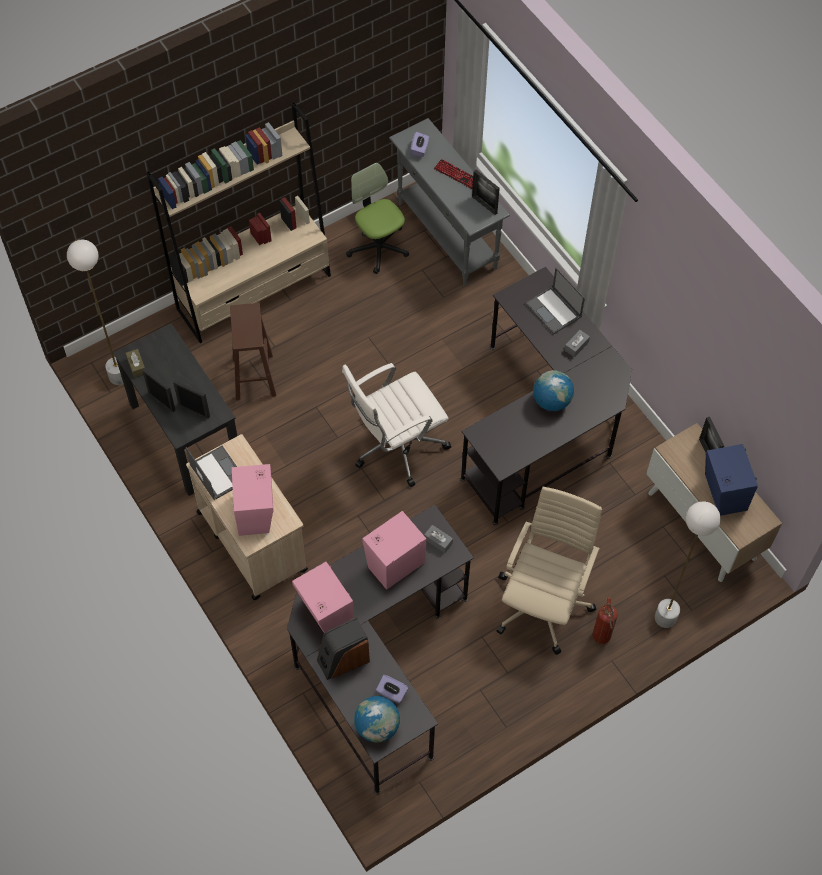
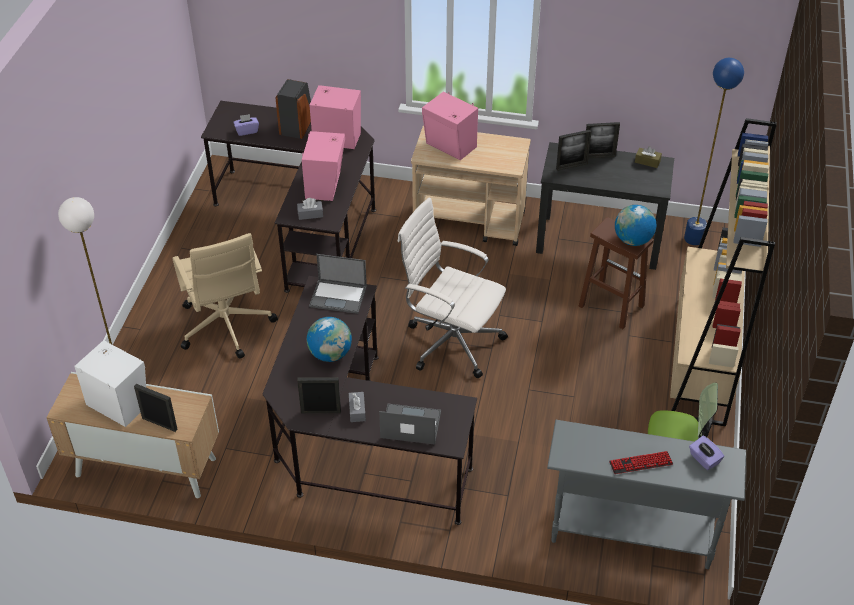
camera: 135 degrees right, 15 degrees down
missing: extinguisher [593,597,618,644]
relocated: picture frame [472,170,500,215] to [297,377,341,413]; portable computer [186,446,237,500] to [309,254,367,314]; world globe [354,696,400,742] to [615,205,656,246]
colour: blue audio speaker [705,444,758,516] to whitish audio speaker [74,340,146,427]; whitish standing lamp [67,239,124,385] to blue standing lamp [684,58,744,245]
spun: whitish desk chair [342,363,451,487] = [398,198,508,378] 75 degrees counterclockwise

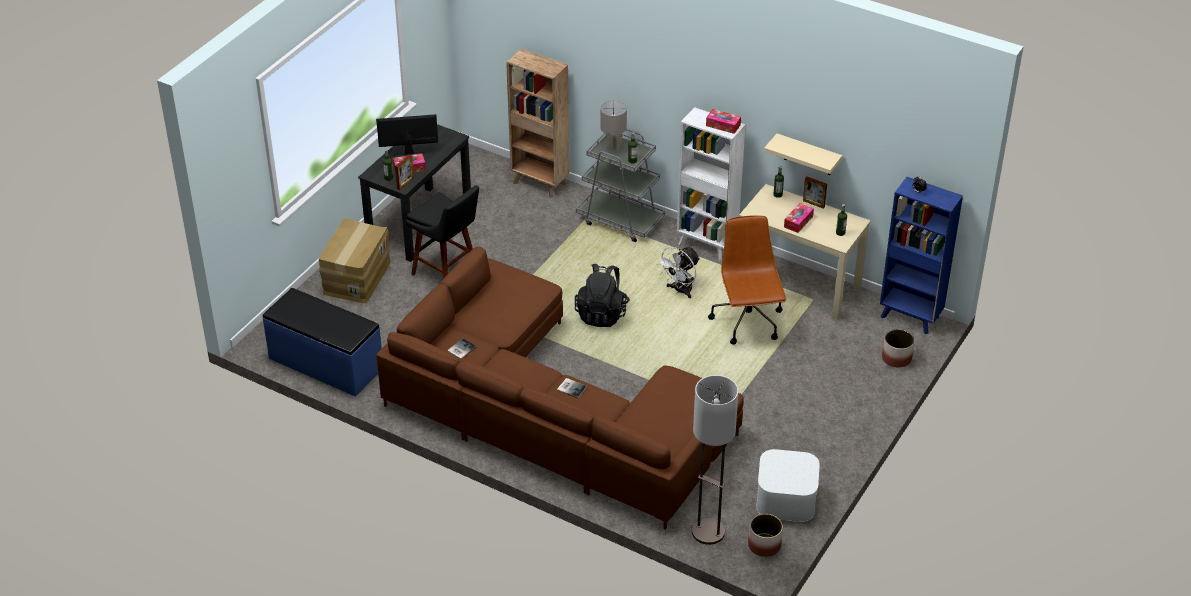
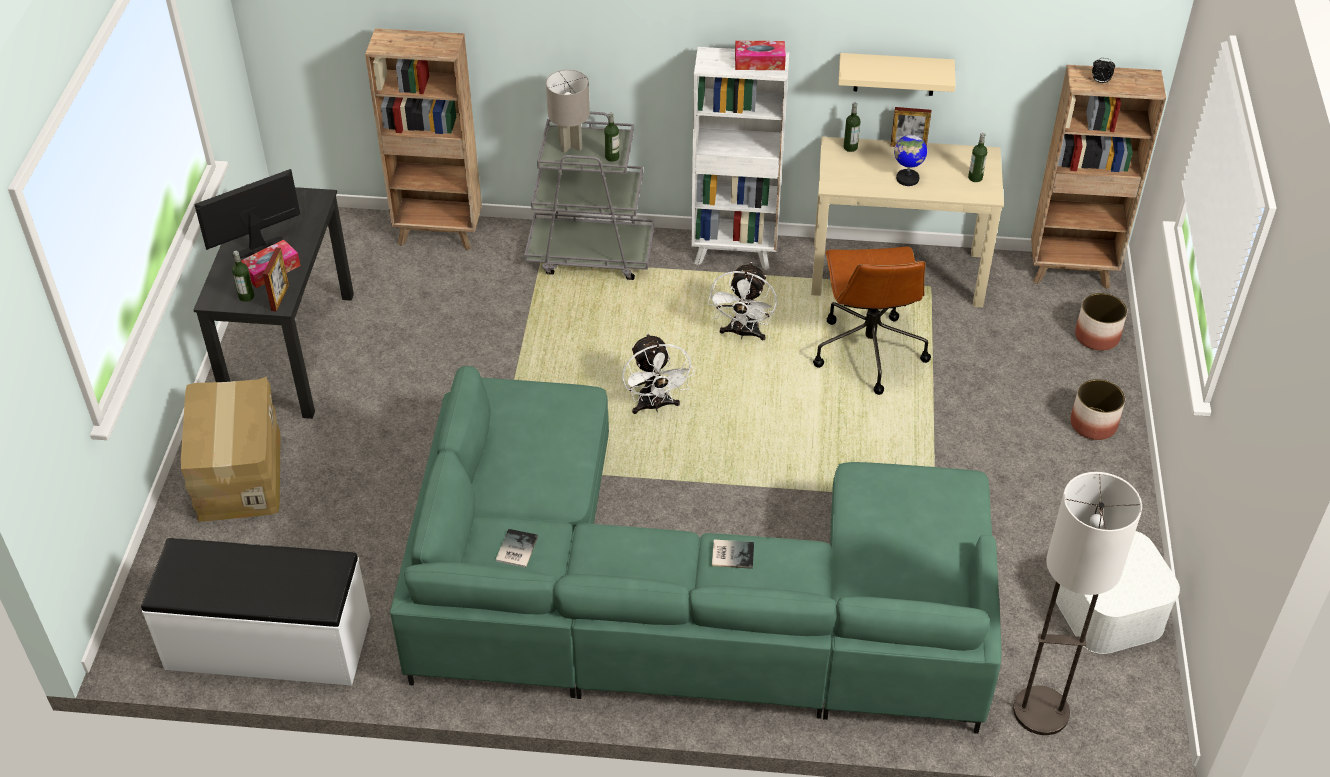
camera: 25 degrees left, 5 degrees up
missing: blackish sitting stool [406,185,479,279]
relocated: plant pot [748,514,783,557] to [1070,379,1125,440]
exchanged: blackish knapsack [575,264,630,327] to whitish cooling fan [622,333,694,414]; box of tissues [784,203,814,233] to world globe [894,130,927,186]
colour: blue bench [263,288,382,397] to whitish bench [141,538,371,686]; brown-coloured settee [376,247,744,530] to green settee [390,366,1001,734]; blue bookcase [880,177,963,334] to brown-coloured bookcase [1031,65,1166,289]
spun: brown-coloured desk chair [708,215,787,345] = [813,247,931,395] 150 degrees counterclockwise

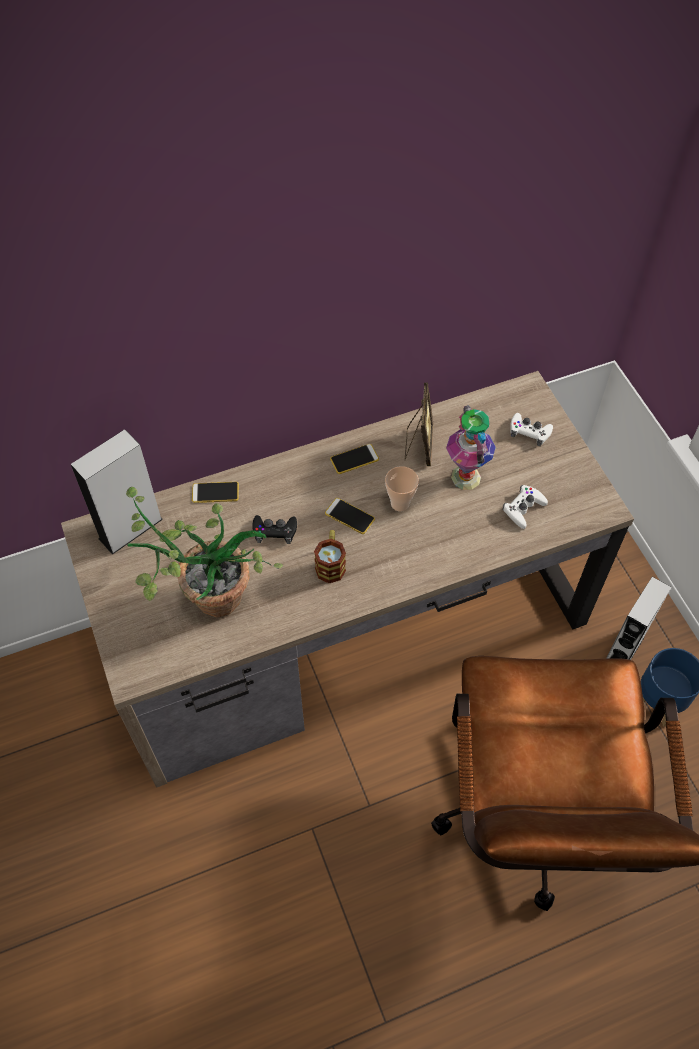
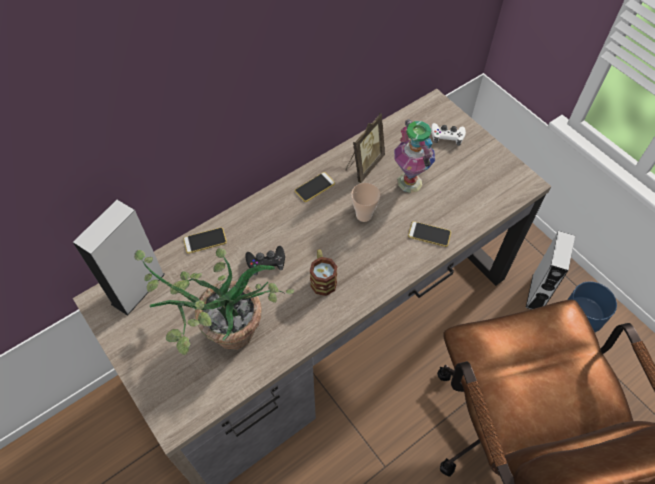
camera: 15 degrees left, 0 degrees up
missing: whitish gamepad [502,485,548,529]
relocated: handset [325,498,375,534] to [408,221,451,247]
spun: picture frame [405,382,433,466] = [345,113,385,183] 45 degrees clockwise

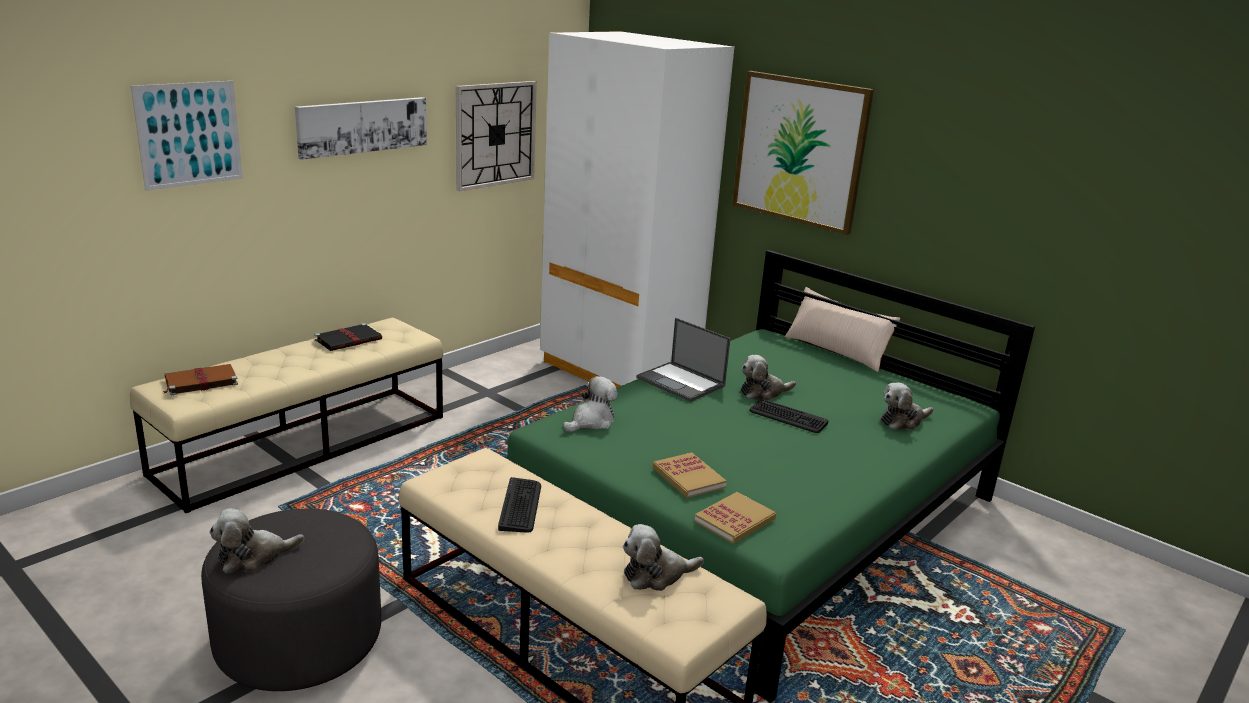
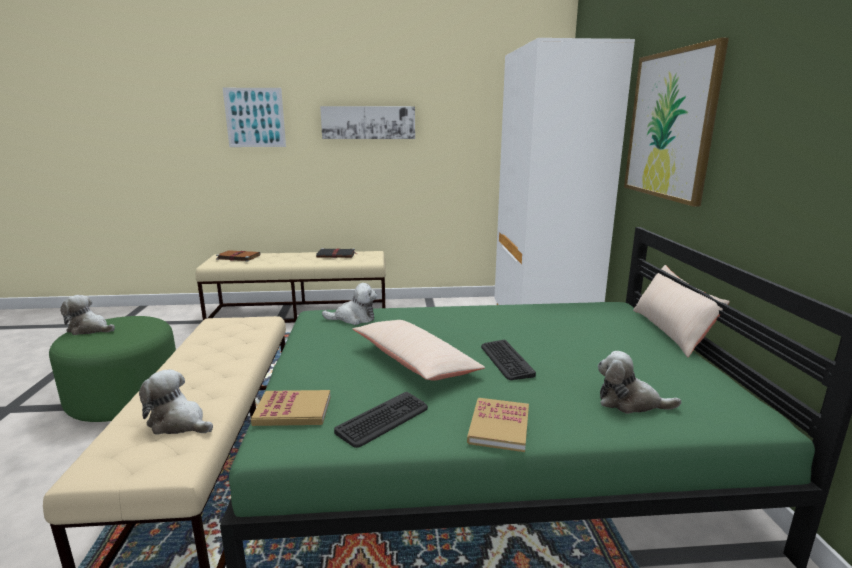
camera: 45 degrees right, 5 degrees down
missing: clock on the wall [456,81,537,191]; portable computer [636,318,731,402]; plush toy [741,355,796,400]
appeared: sand-coloured pillow [353,320,485,381]
relocated: keyboard [498,477,541,533] to [334,392,428,448]; book [653,453,727,498] to [467,398,529,452]
colour: greyish ottoman [201,509,381,691] to green ottoman [49,316,176,422]

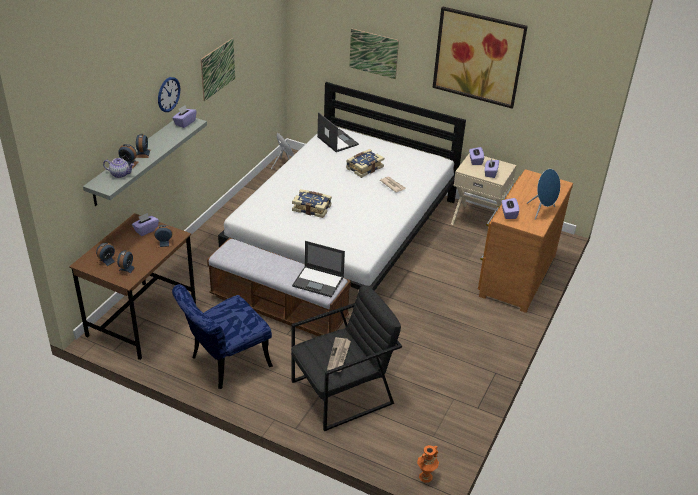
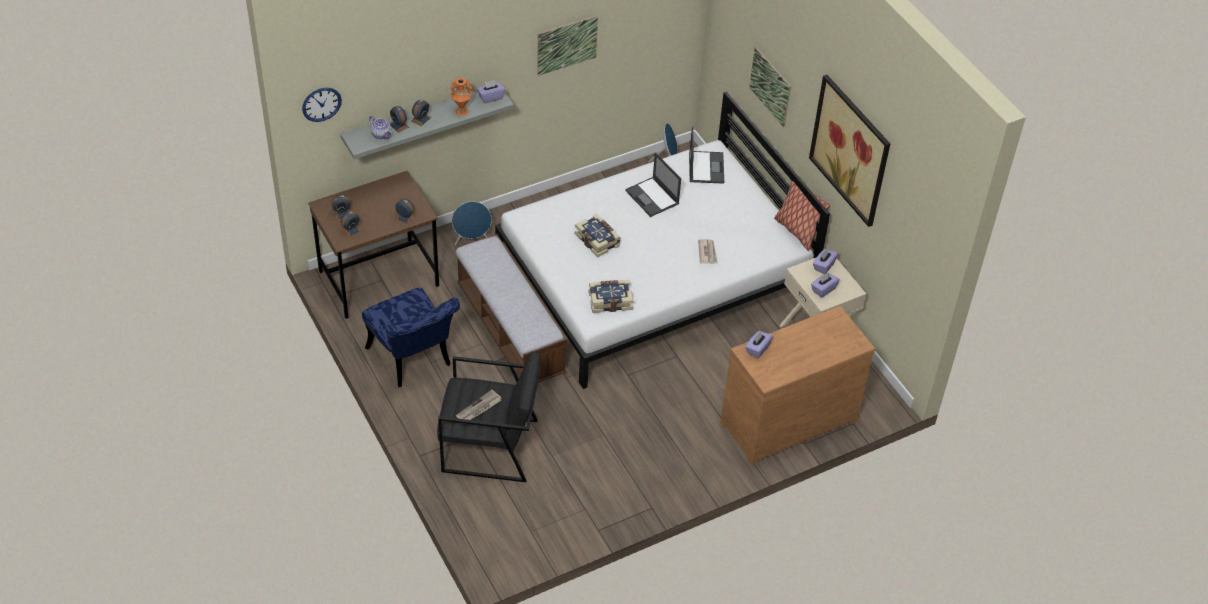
camera: 35 degrees right, 10 degrees up
missing: purplish box of tissues [132,213,159,236]
appeared: pillow [774,181,830,251]
relocated: clock on the wall [158,77,180,112] to [302,88,342,122]; orange vase [417,445,439,483] to [450,77,472,116]; blue audio speaker [527,169,560,220] to [452,202,492,245]; book [346,149,384,178] to [589,280,633,313]; portable computer [292,241,345,298] to [625,152,681,217]
spun: blue upright chair [172,285,273,389] = [362,288,460,387] 120 degrees counterclockwise

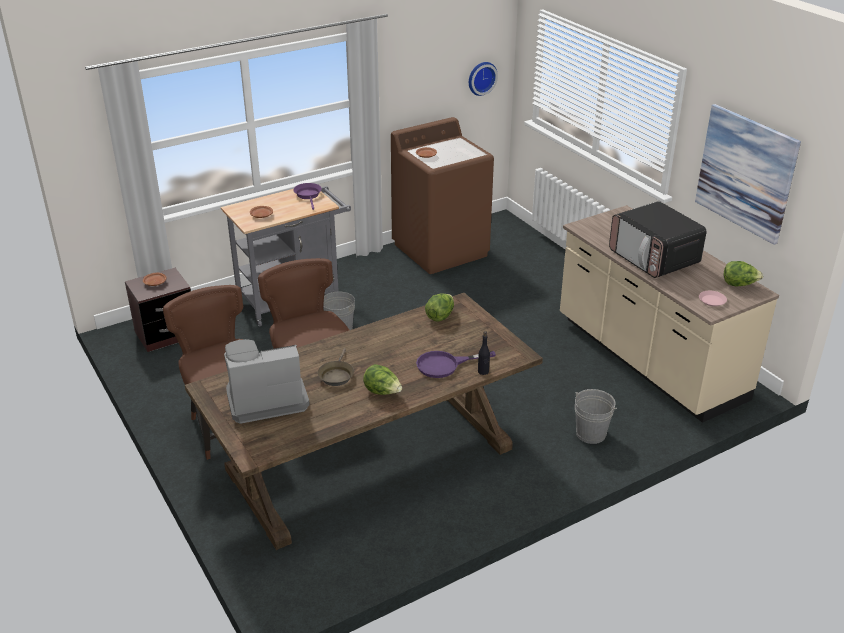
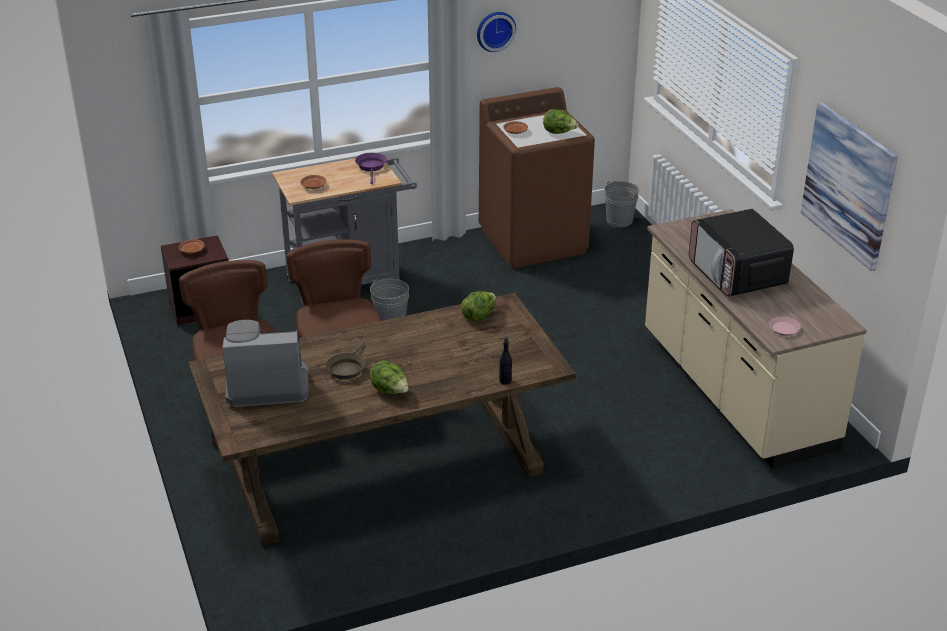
camera: 10 degrees right, 0 degrees up
missing: purplish skillet [416,351,496,378]
relocated: clock on the wall [469,62,498,96] to [477,12,516,52]; lettuce [724,261,763,286] to [543,109,579,134]; greyish bucket [575,389,617,444] to [604,181,639,227]

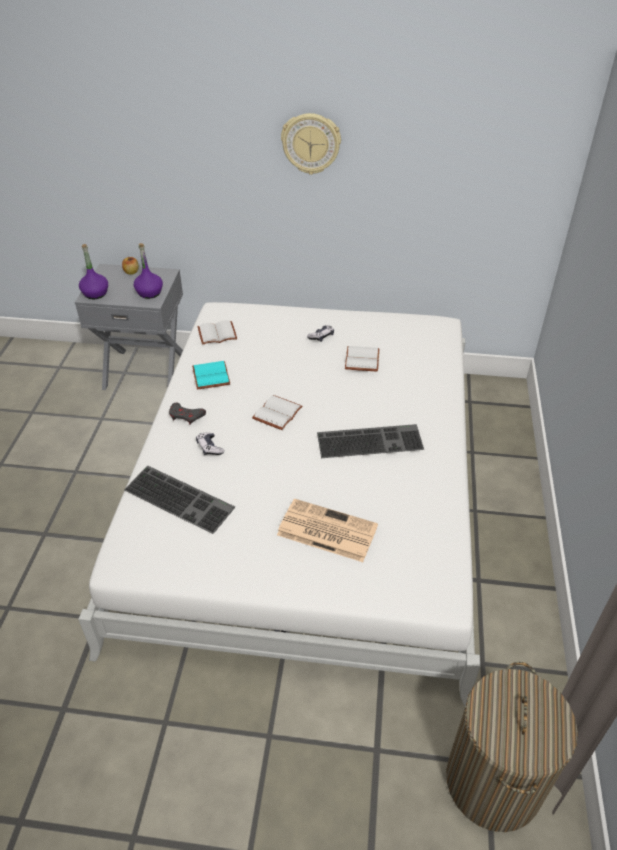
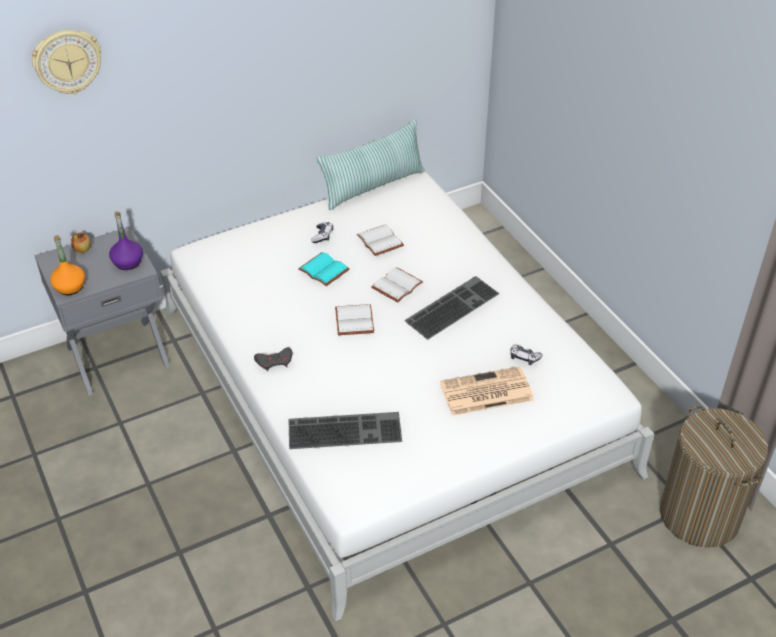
camera: 35 degrees left, 0 degrees up
appeared: pillow [317,120,425,210]
relocated: clock on the wall [281,113,341,175] to [32,30,101,94]; turquoise book [192,361,230,390] to [298,252,349,286]; whitish book [198,320,237,345] to [372,267,423,302]; gamepad [196,433,224,455] to [510,344,542,365]
colour: purplish drink bottle [79,244,108,299] to orange drink bottle [50,235,85,295]

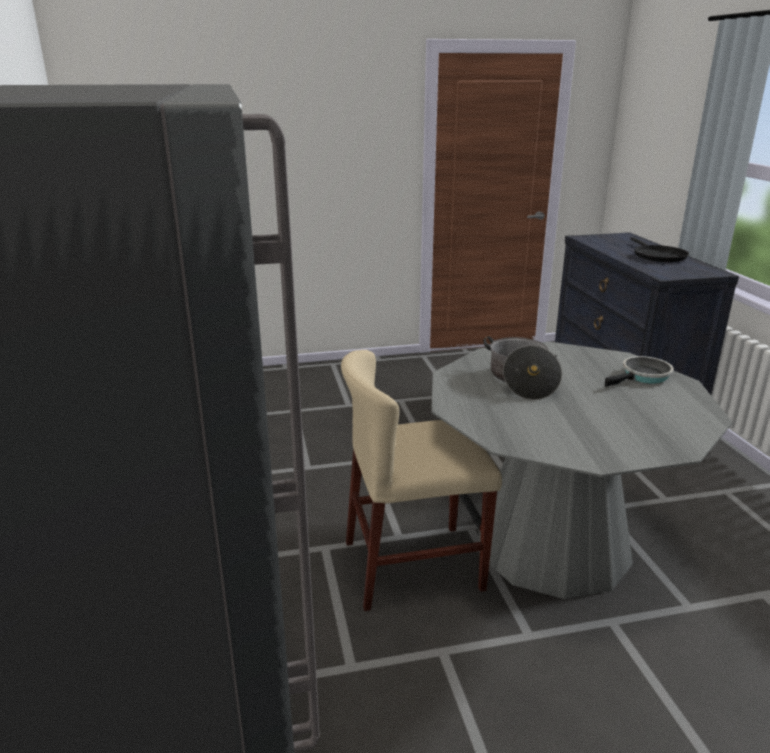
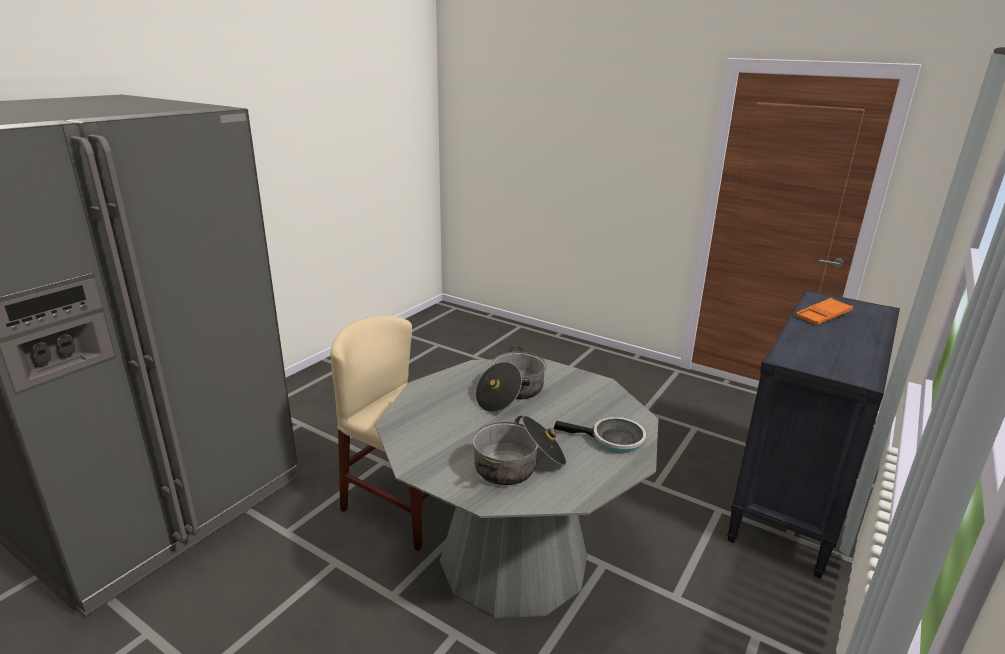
camera: 45 degrees right, 0 degrees up
missing: blackish skillet [630,237,689,262]
appeared: saucepot [472,416,566,485]; orange carrying tray [795,298,853,325]

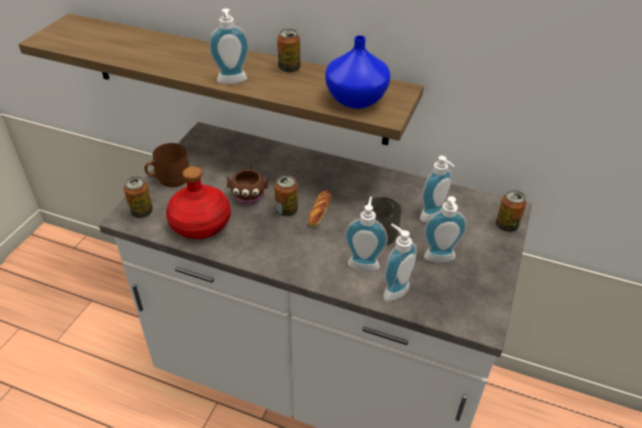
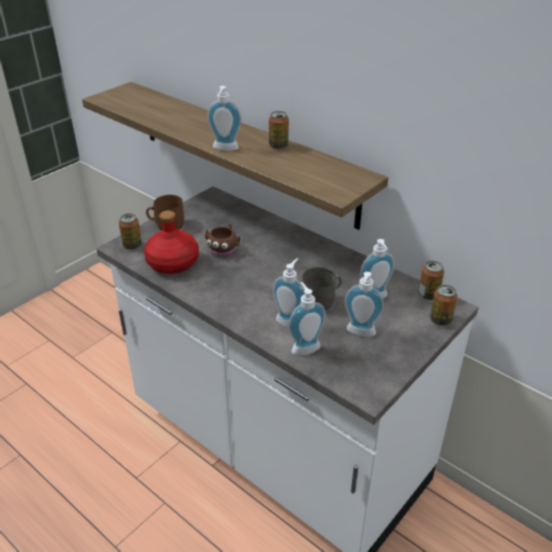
camera: 20 degrees right, 5 degrees down
missing: bakery bread [308,190,332,227]; blue vase [325,35,391,109]
relocated: sealed can [275,175,298,216] to [418,261,444,300]

